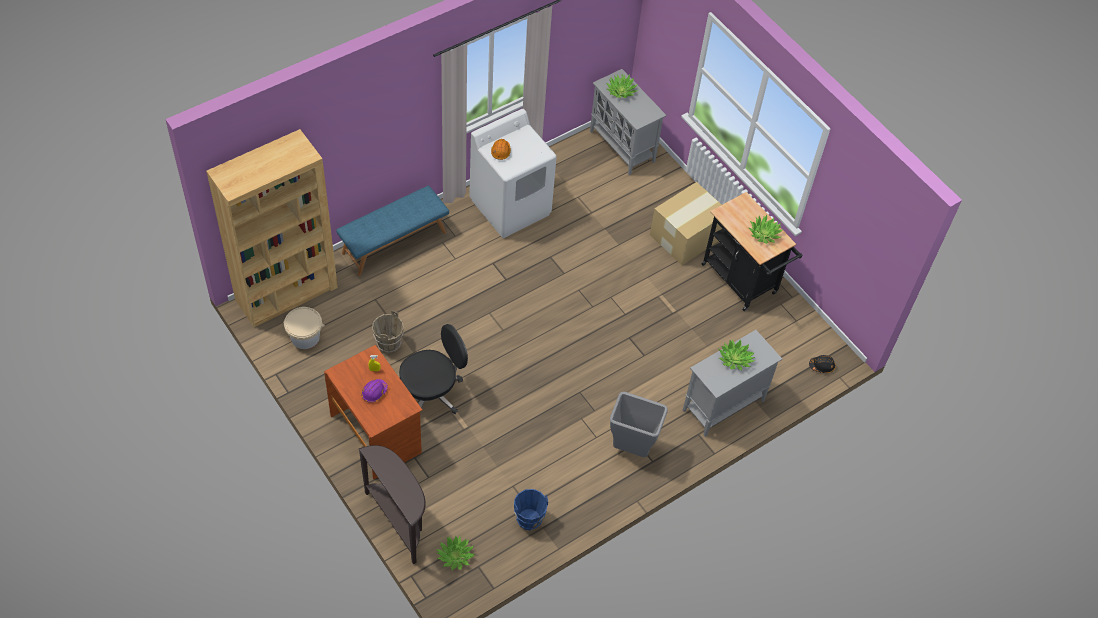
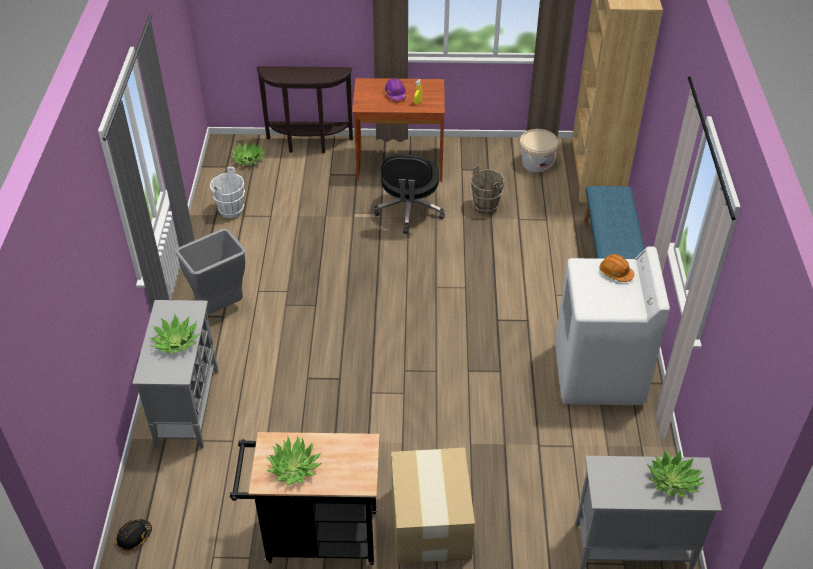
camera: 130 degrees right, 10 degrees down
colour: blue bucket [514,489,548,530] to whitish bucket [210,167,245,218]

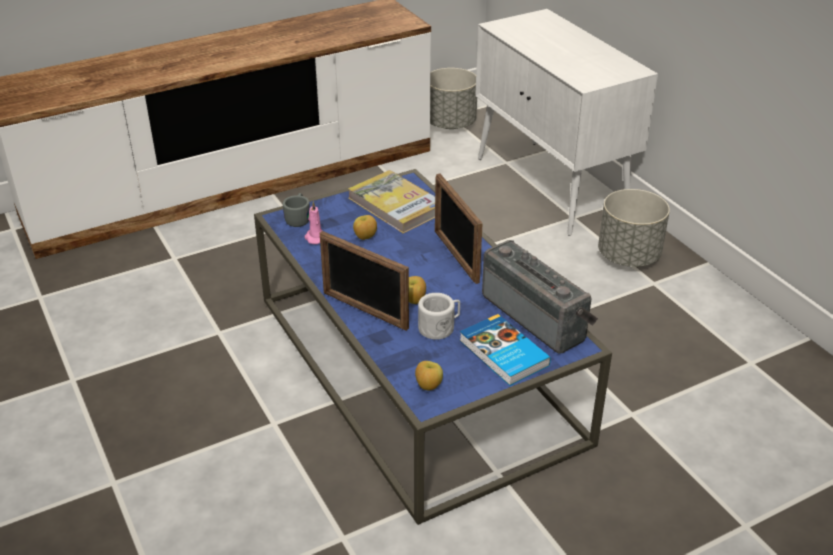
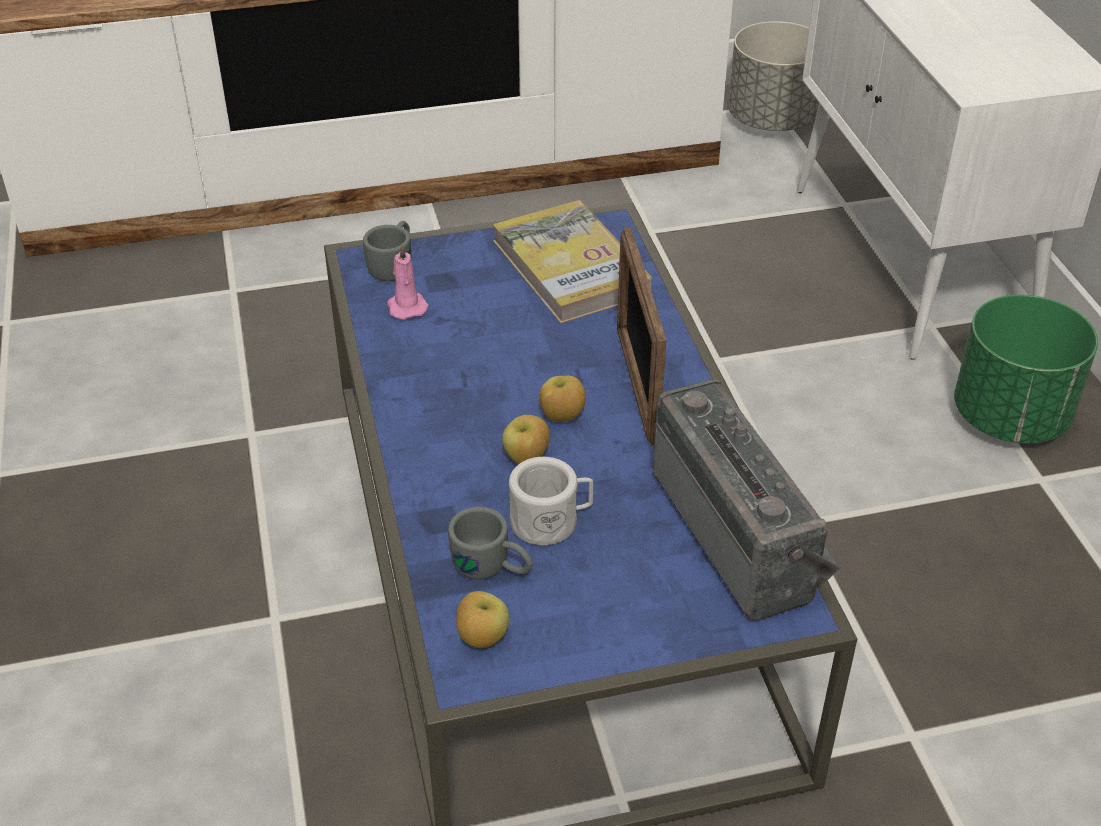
camera: 15 degrees right, 5 degrees up
missing: picture frame [320,231,409,331]; book [459,314,551,386]
appeared: greyish mug [448,507,533,580]
relocated: apple fruit [353,215,377,240] to [539,376,586,422]
colour: greyish plant pot [598,189,670,267] to green plant pot [954,295,1098,444]

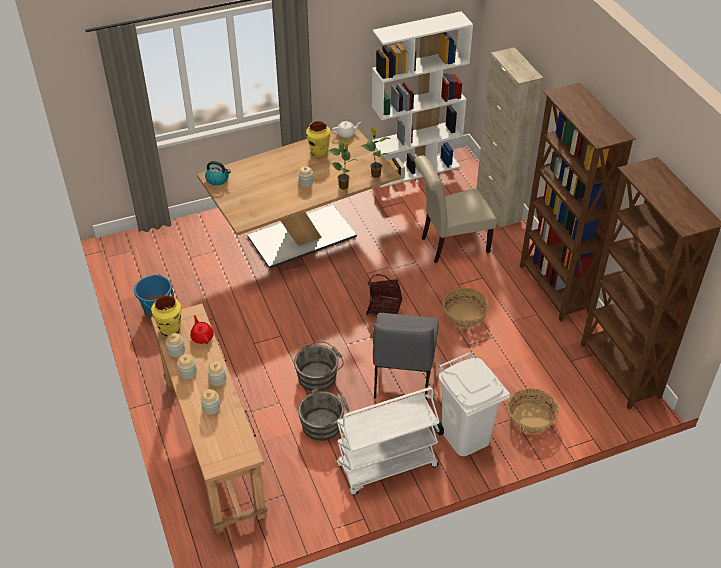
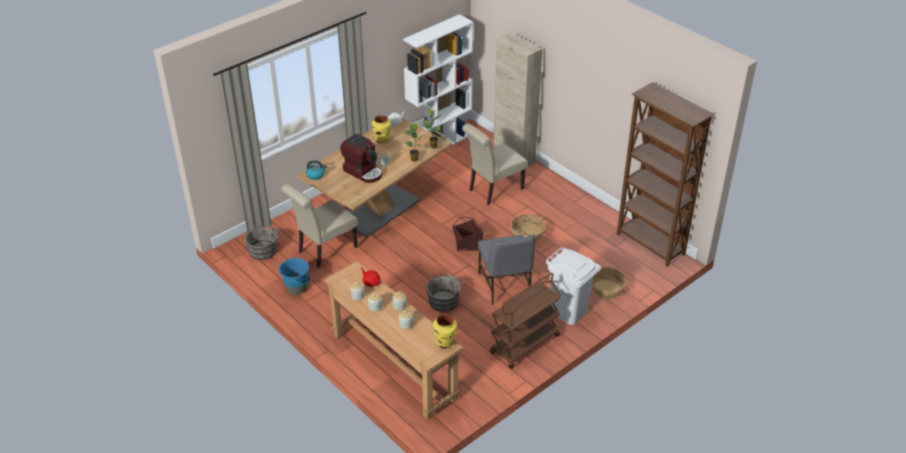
camera: 20 degrees left, 5 degrees down
missing: brown-coloured bookcase [520,83,636,322]
appeared: sand-coloured upright chair [281,184,358,268]; coffee maker [340,134,382,183]
relocated: greyish bucket [298,389,350,441] to [245,225,281,260]; yellow-coloured vase [151,295,181,336] to [433,314,457,349]
colour: whitish trolley [337,387,440,495] to brown-coloured trolley [490,273,562,369]

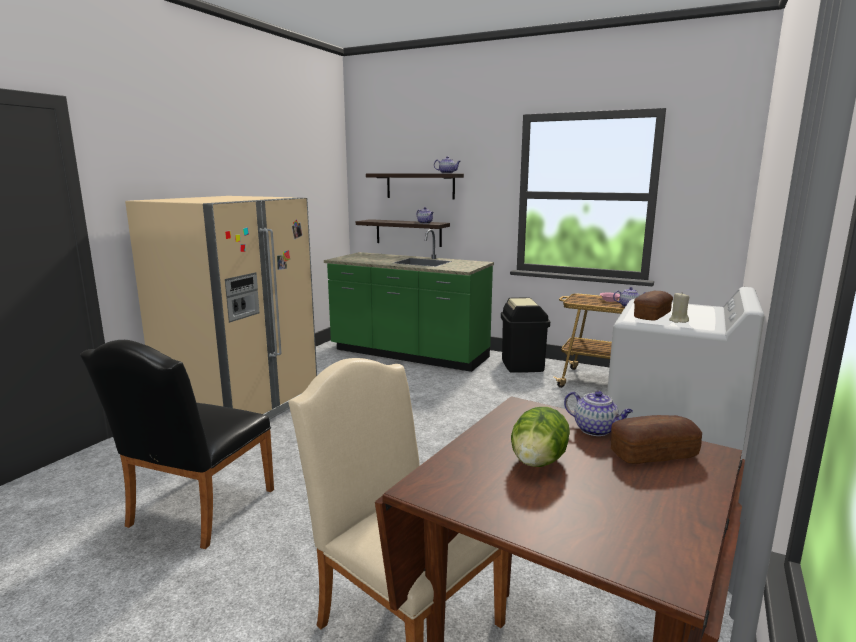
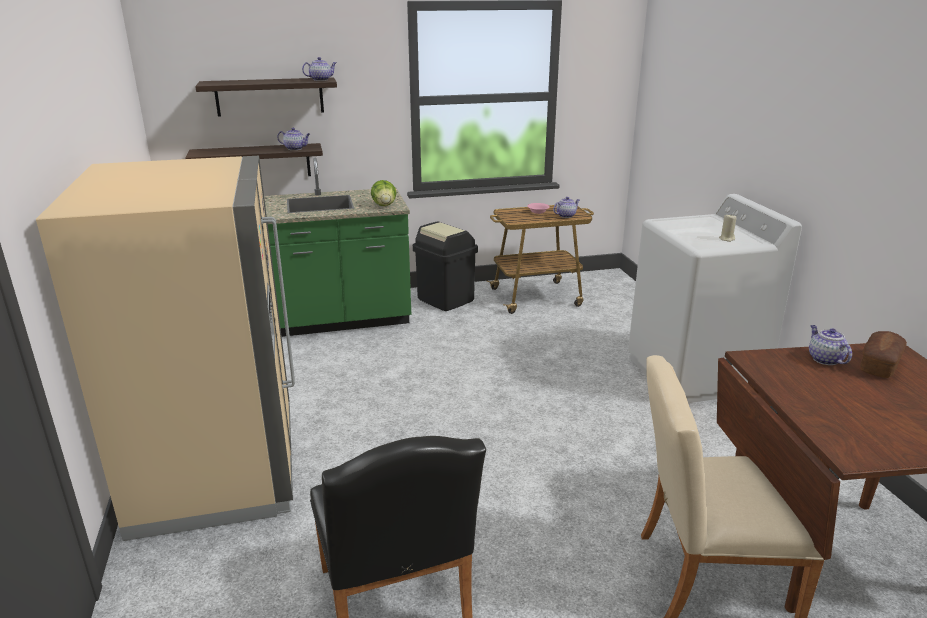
camera: 40 degrees left, 10 degrees up
missing: bakery bread [634,291,673,320]
relocated: lettuce [511,407,570,467] to [371,180,396,206]
spun: pot for tea [564,391,633,436] = [809,325,852,365] 105 degrees counterclockwise

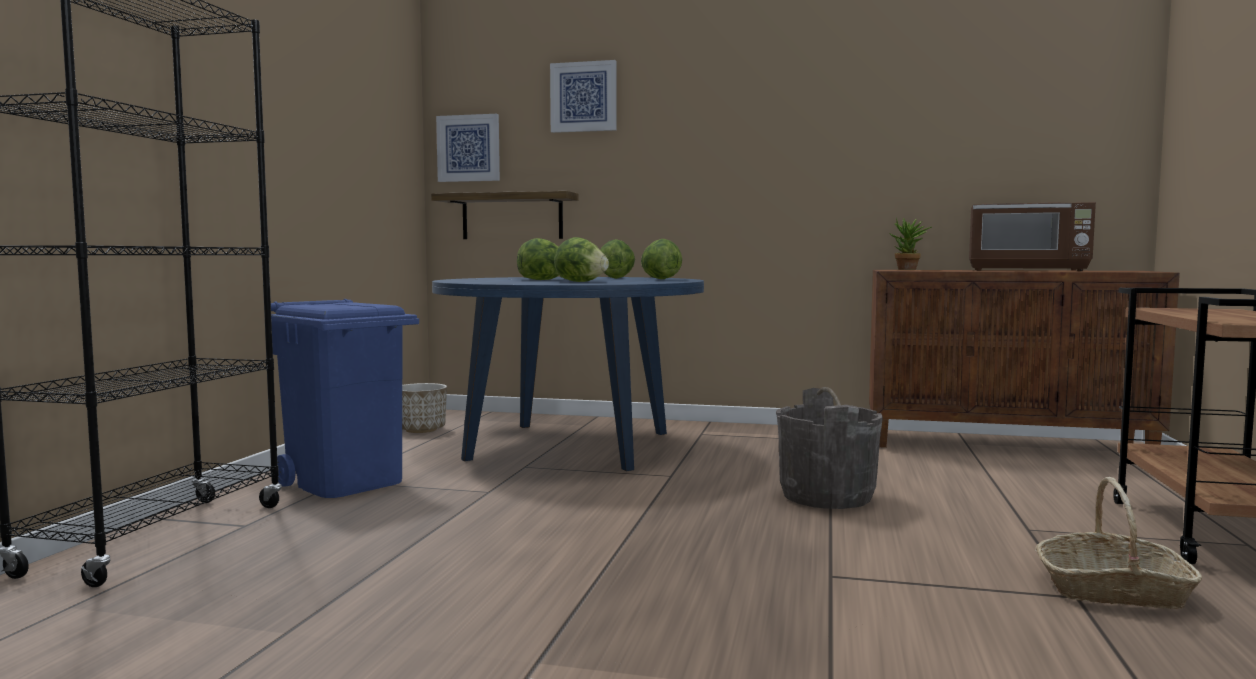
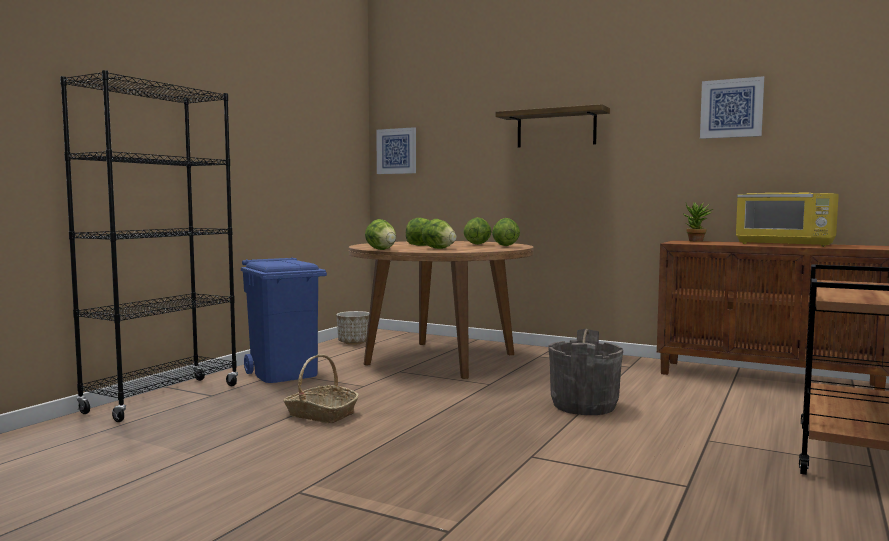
camera: 15 degrees right, 0 degrees up
appeared: lettuce [365,219,396,250]
relocated: household basket [1035,477,1202,609] to [283,354,359,423]; wall shelf [431,191,579,239] to [496,104,610,148]; wall picture [550,60,617,133] to [700,76,764,139]
colour: blue dining table [432,277,704,471] to brown-coloured dining table [349,241,534,379]; brown-coloured microwave [969,202,1096,271] to yellow-coloured microwave [736,193,839,247]

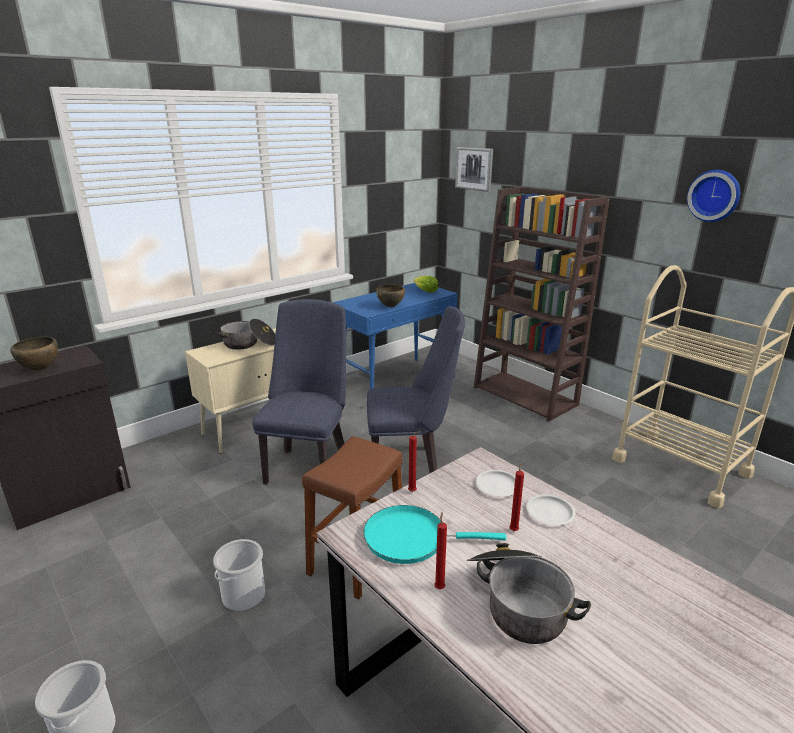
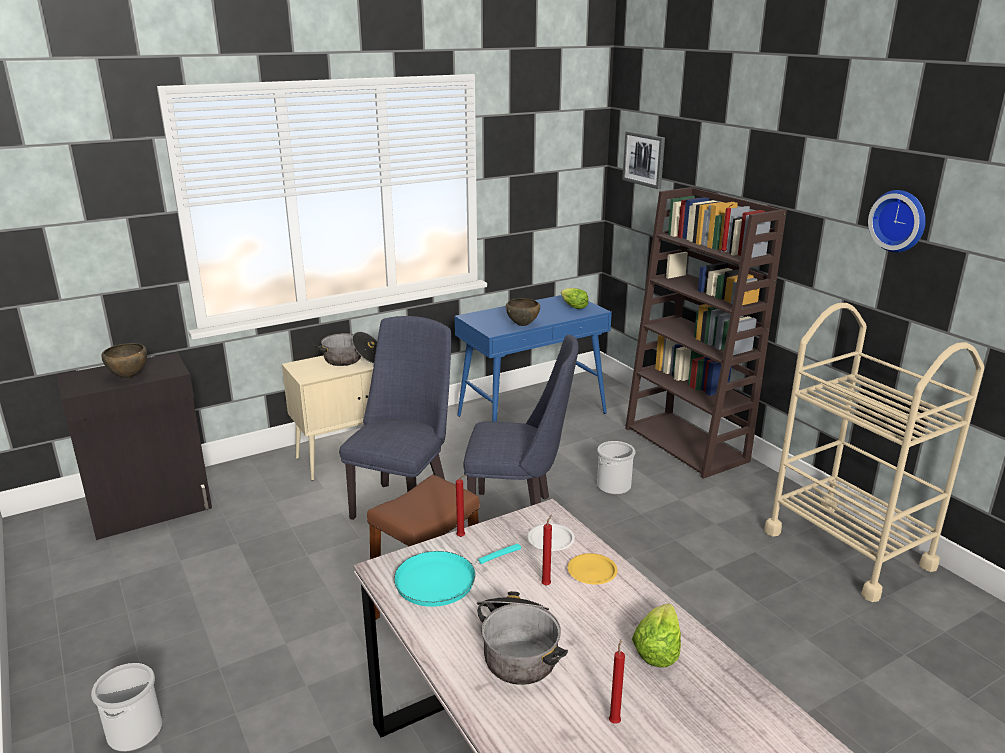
camera: 10 degrees right, 0 degrees up
appeared: lettuce [632,603,681,667]
relocated: bucket [213,539,265,611] to [597,441,635,495]; reddish wax light [434,512,447,589] to [609,639,625,724]
colour: whitish plate [526,494,575,525] to yellow-coloured plate [568,553,618,584]
spun: turquoise skillet [363,505,506,564] = [394,544,521,607] 45 degrees counterclockwise

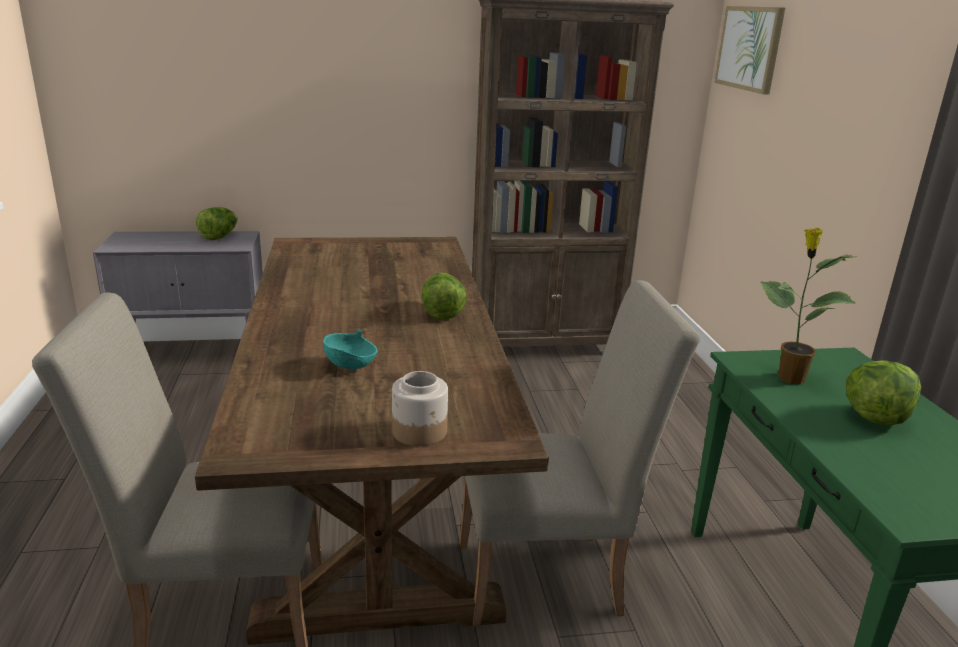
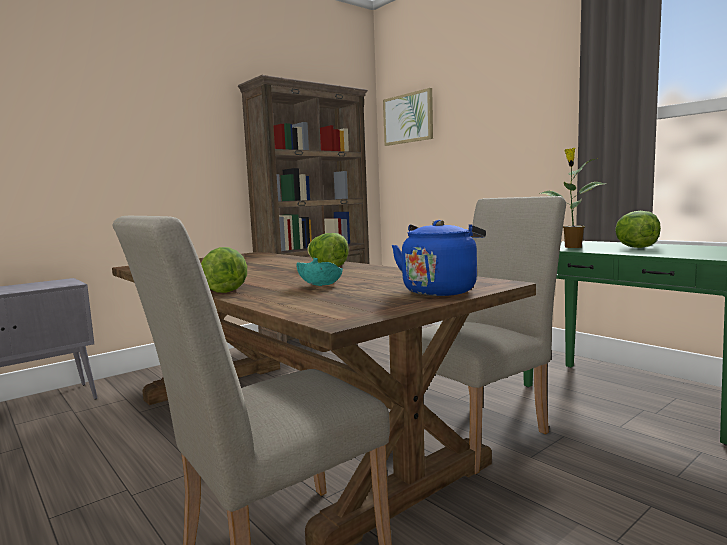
camera: 30 degrees left, 15 degrees down
relocated: lettuce [196,207,238,240] to [201,247,247,293]
exchanged: storage jar [392,371,448,446] to blue water kettle [392,220,486,296]

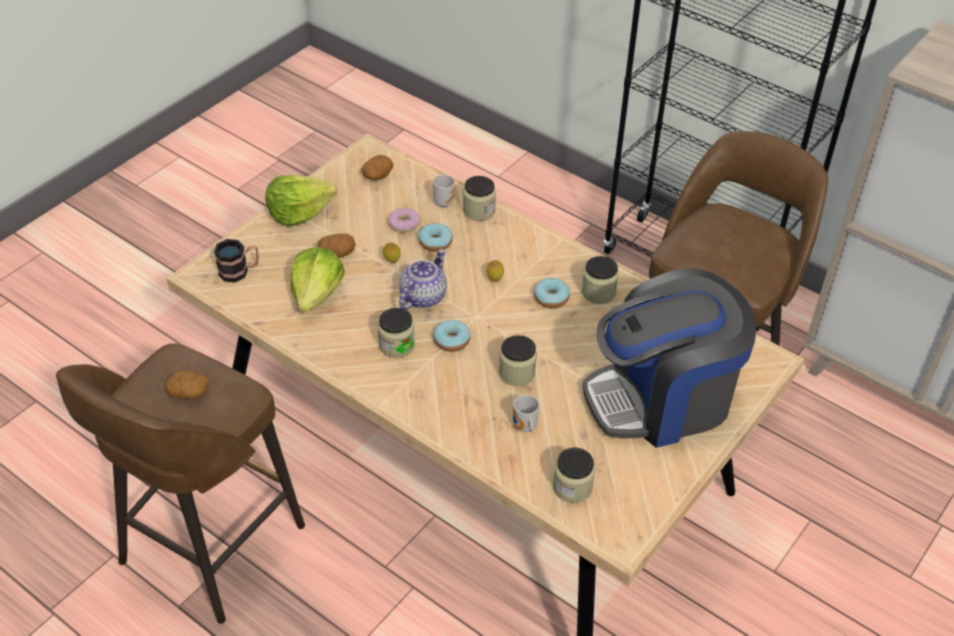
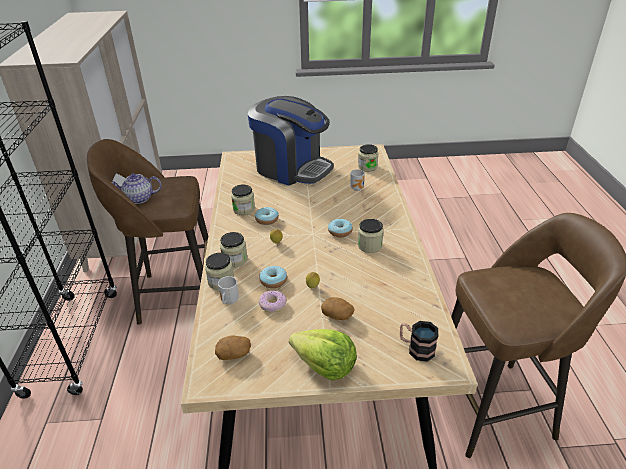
camera: 130 degrees left, 10 degrees down
missing: spud [165,370,209,399]; lettuce [290,247,345,312]
relocated: pot for tea [399,249,447,310] to [112,173,161,204]; storage jar [499,335,537,386] to [220,232,248,268]

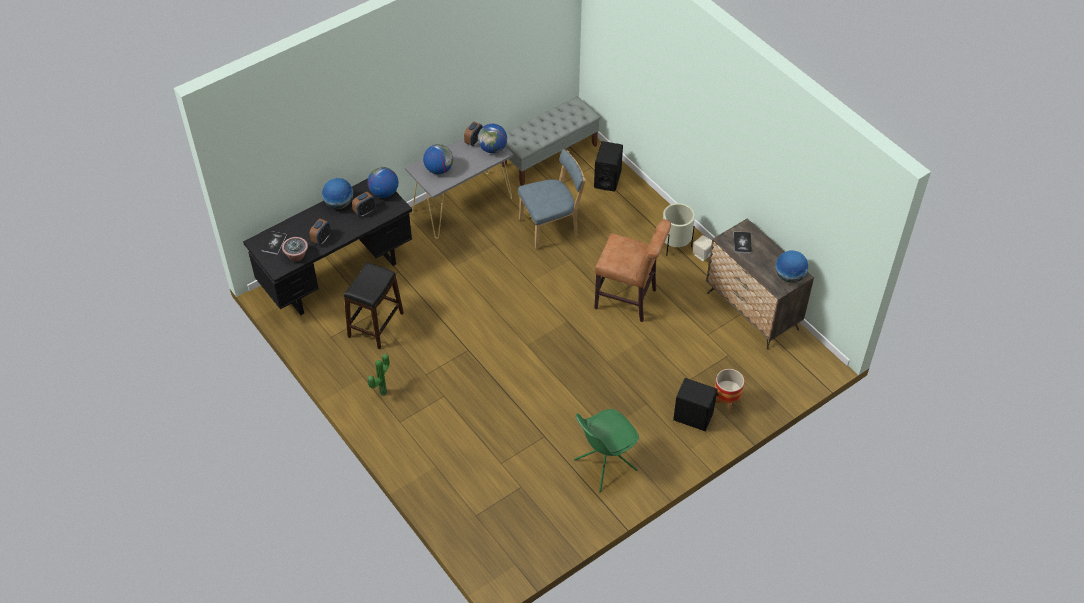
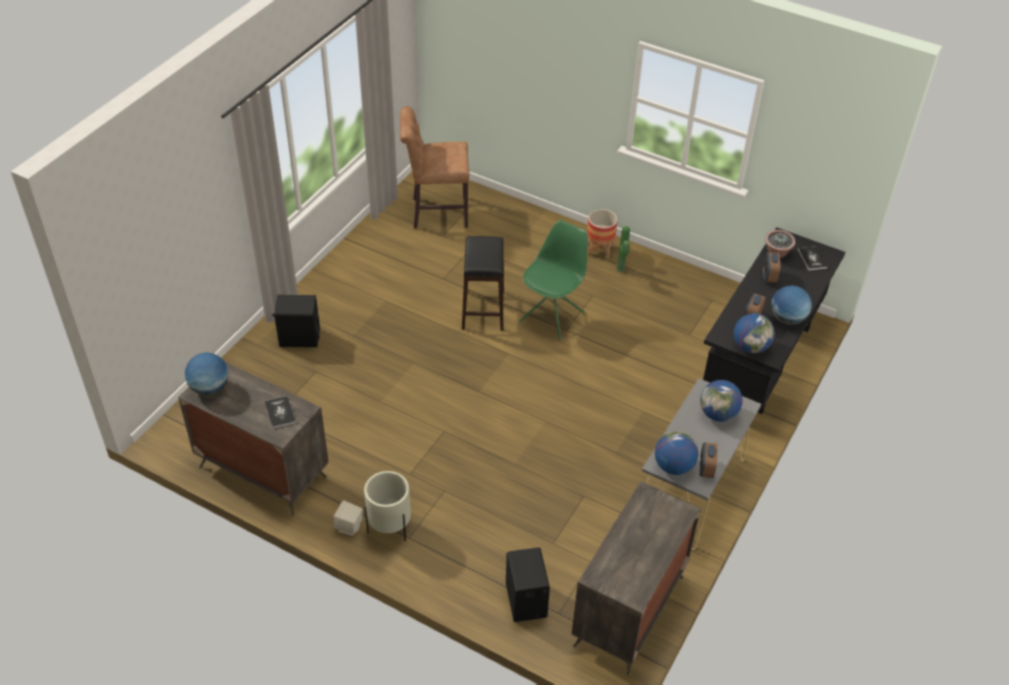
camera: 155 degrees right, 5 degrees down
missing: blue upright chair [518,149,586,249]
relocated: brown-coloured upright chair [594,219,671,322] to [400,106,469,228]; blackish sitting stool [344,262,404,349] to [462,236,504,331]; green upright chair [574,409,639,492] to [519,220,588,341]; plant pot [714,369,744,415] to [587,209,618,259]
exchanged: greyish bench [501,96,600,186] to chest of drawers [572,481,701,676]

